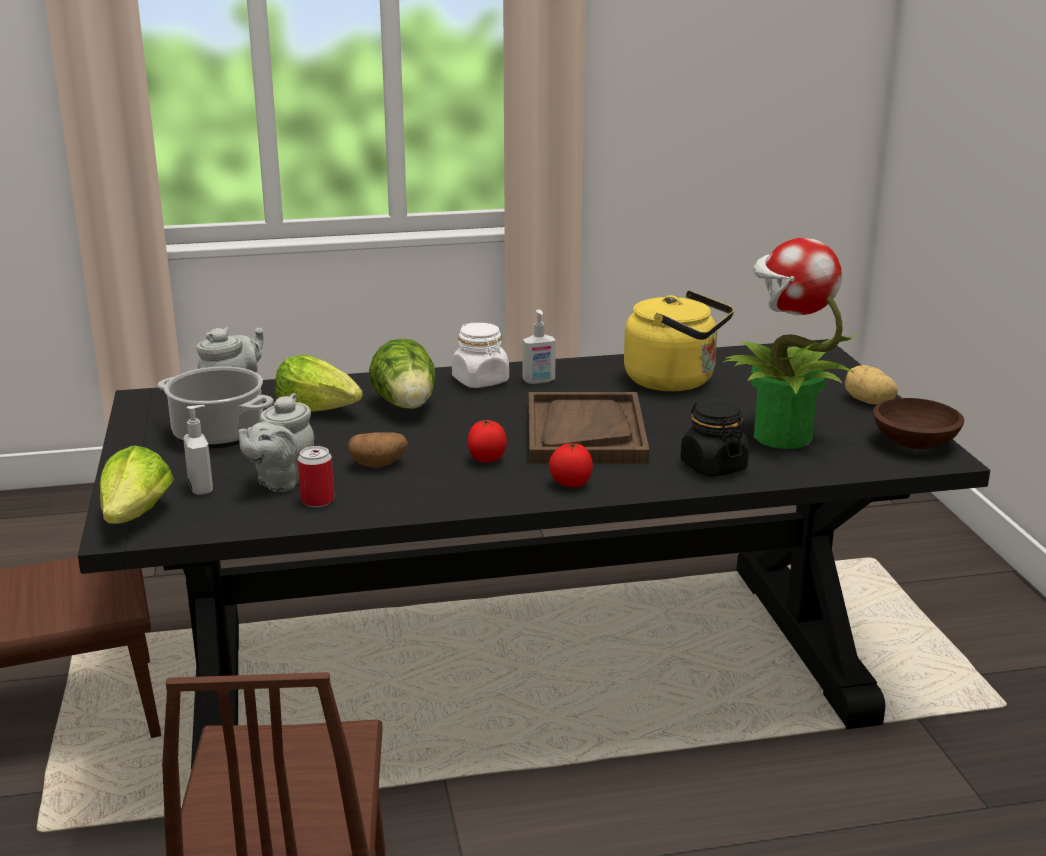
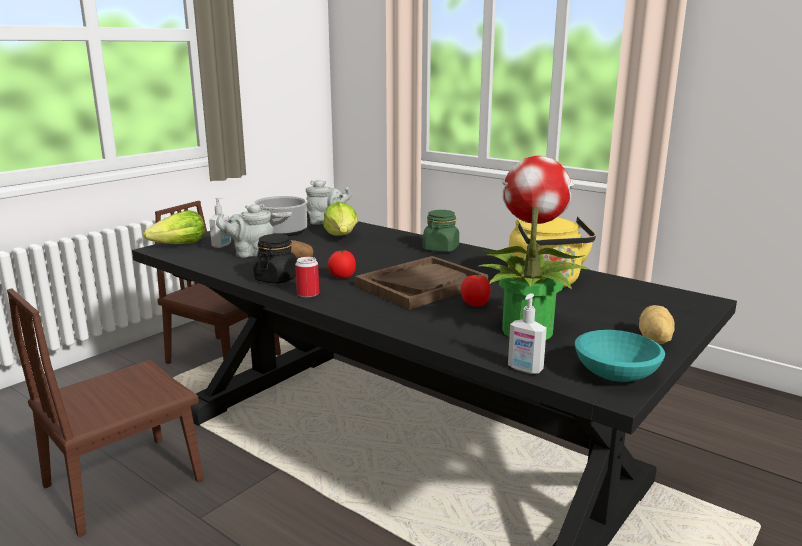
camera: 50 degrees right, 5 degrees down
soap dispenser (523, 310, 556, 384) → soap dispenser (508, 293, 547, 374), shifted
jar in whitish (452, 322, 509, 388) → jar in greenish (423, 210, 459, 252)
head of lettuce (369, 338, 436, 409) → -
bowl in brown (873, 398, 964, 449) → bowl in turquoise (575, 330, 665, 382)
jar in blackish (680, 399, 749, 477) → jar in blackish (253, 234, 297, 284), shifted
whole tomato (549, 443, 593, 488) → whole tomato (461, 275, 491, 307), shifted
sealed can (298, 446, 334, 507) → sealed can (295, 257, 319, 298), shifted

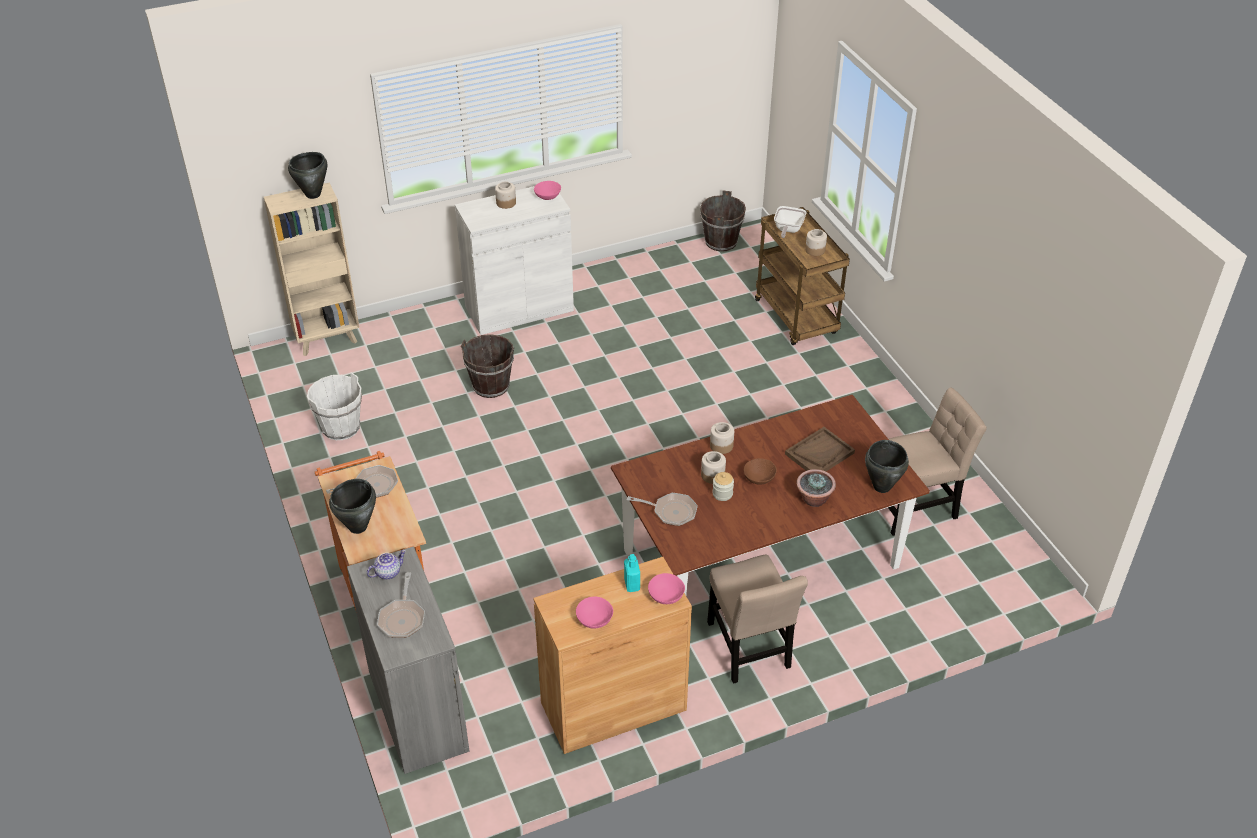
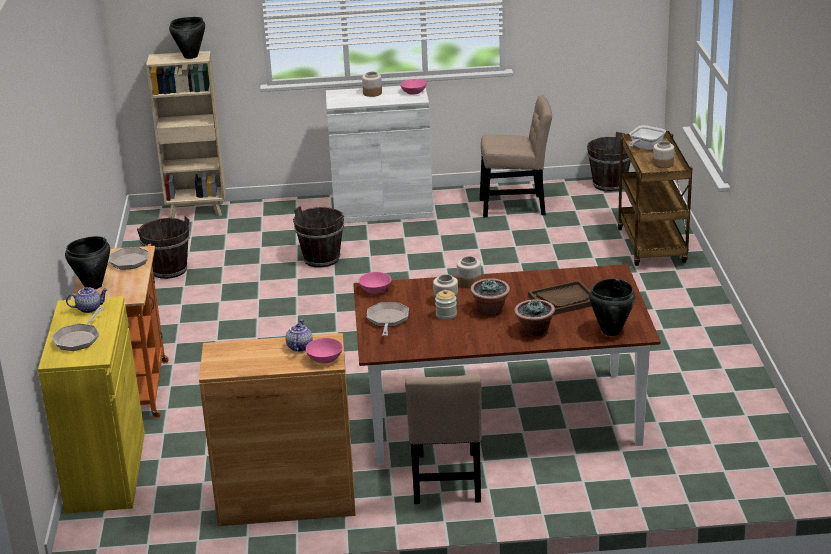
camera: 20 degrees right, 15 degrees down
bucket in whitish (307, 372, 362, 440) → bucket in brown (137, 216, 190, 279)
chair in beige-coloured (888, 388, 987, 536) → chair in beige-coloured (480, 95, 552, 217), shifted
bowl in brown (744, 458, 777, 485) → potted plant (470, 278, 510, 314)
skillet (627, 493, 698, 526) → skillet (367, 302, 409, 336), 120 degrees counterclockwise
cupboard in greyish (347, 546, 469, 774) → cupboard in yellowish (38, 296, 145, 514)
bottle in turquoise (624, 554, 640, 592) → teapot (286, 319, 313, 352)
bowl in pinkish (576, 596, 613, 628) → bowl in pinkish (359, 272, 392, 294), shifted

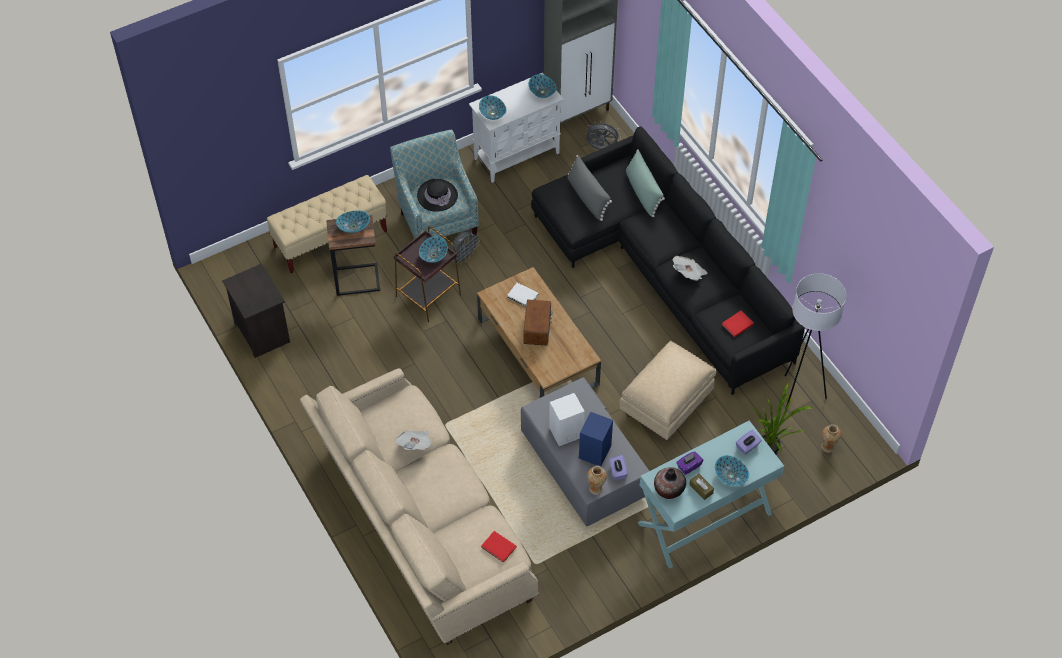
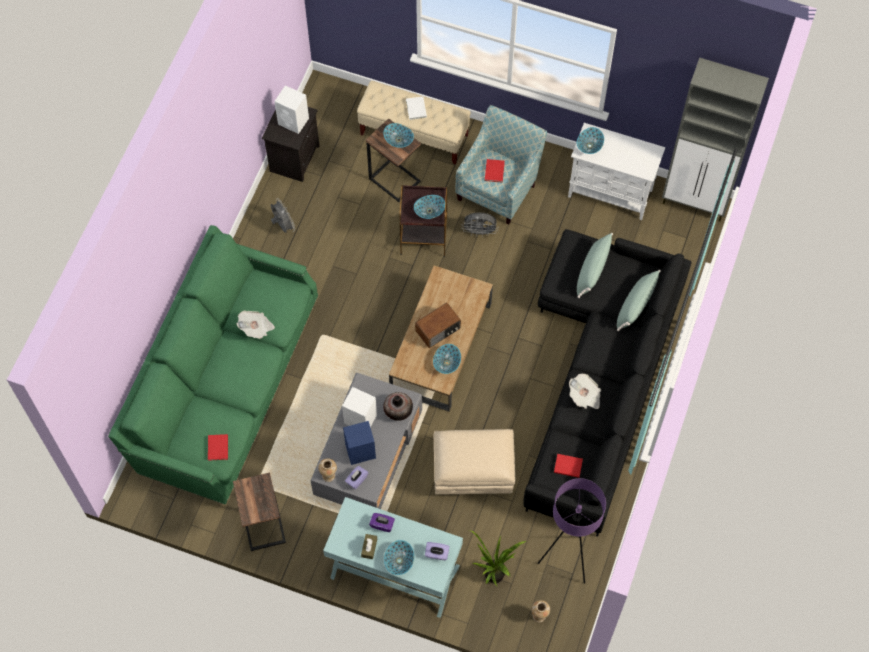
camera: 50 degrees right, 10 degrees up
bowl (529, 74, 557, 98) → bowl (433, 344, 461, 374), shifted
electric fan in greyish (585, 121, 621, 150) → electric fan in greyish (271, 198, 295, 233), shifted
pillow in greyish (568, 155, 612, 221) → pillow in greenish (577, 233, 613, 298)
hat in blackish (417, 179, 458, 212) → volume in reddish (485, 159, 505, 183)
standard lamp in whitish (785, 273, 846, 409) → standard lamp in purple (538, 478, 606, 584)
volume in whitish (507, 283, 539, 307) → volume in whitish (406, 96, 427, 120), shifted
settee in beige-coloured (300, 368, 538, 645) → settee in greenish (108, 225, 318, 505)
decorative vase (654, 467, 686, 499) → decorative vase (383, 392, 413, 421), shifted
- → audio speaker in whitish (274, 85, 309, 134)
- → end table (233, 473, 286, 551)

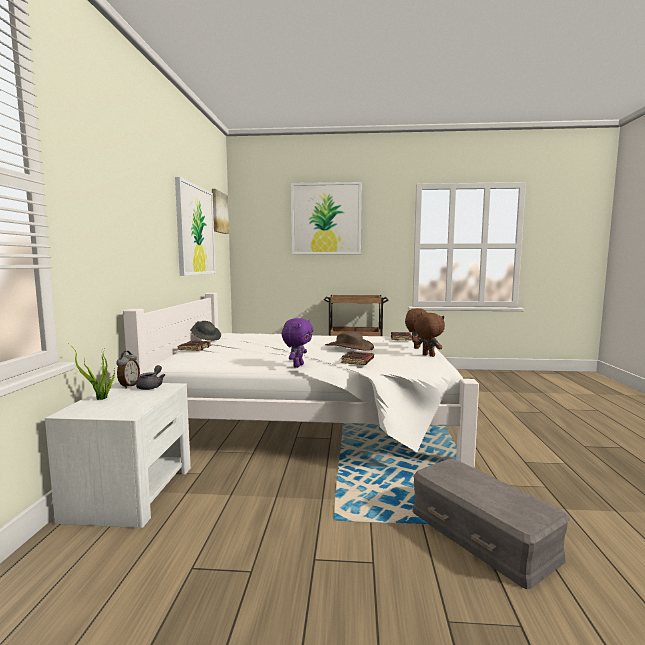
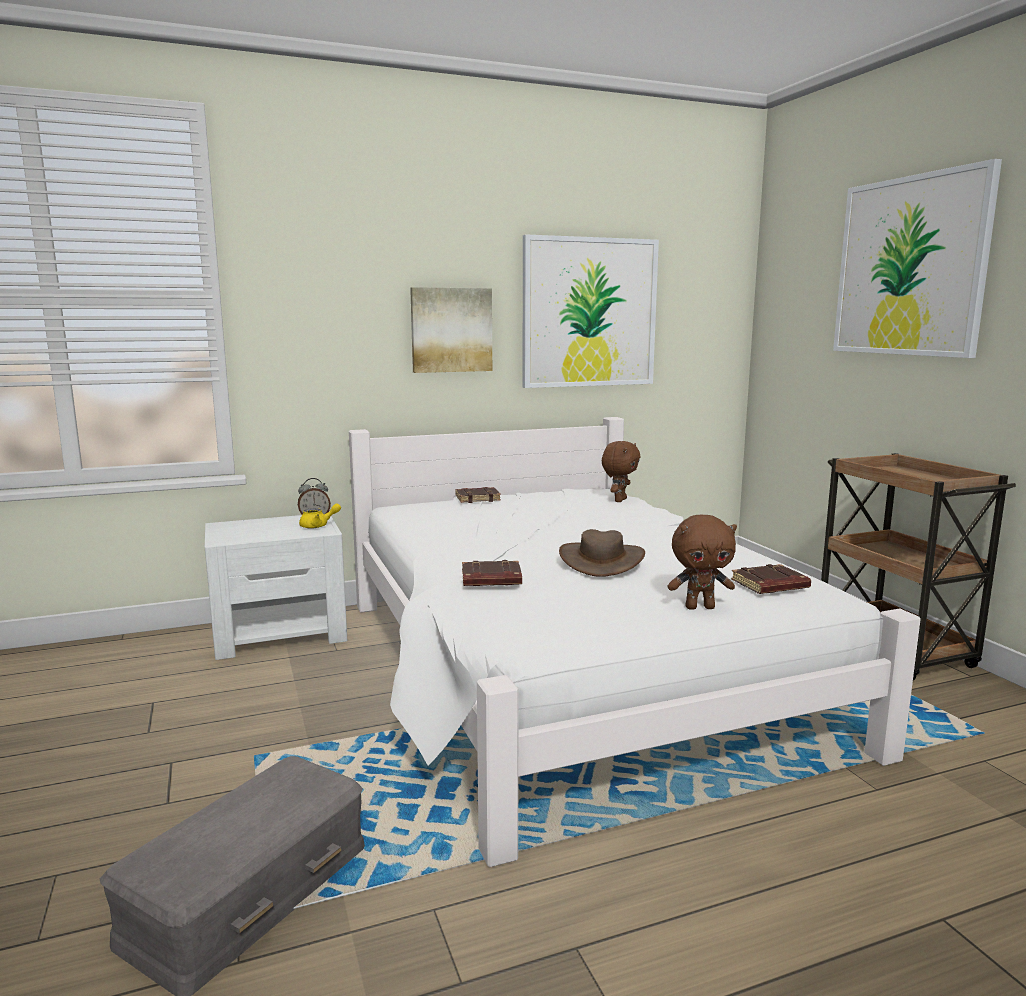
camera: 65 degrees right, 5 degrees up
picture (212, 189, 229, 234) → picture (410, 287, 492, 373), shifted
cuddly toy in brown (414, 313, 445, 357) → cuddly toy in brown (602, 441, 640, 502), shifted
cuddly toy in purple (282, 318, 313, 368) → -
hat in greyish (190, 321, 221, 341) → -
potted plant (69, 344, 115, 400) → -
teapot in greyish (136, 365, 165, 390) → teapot in yellowish (299, 503, 341, 529)

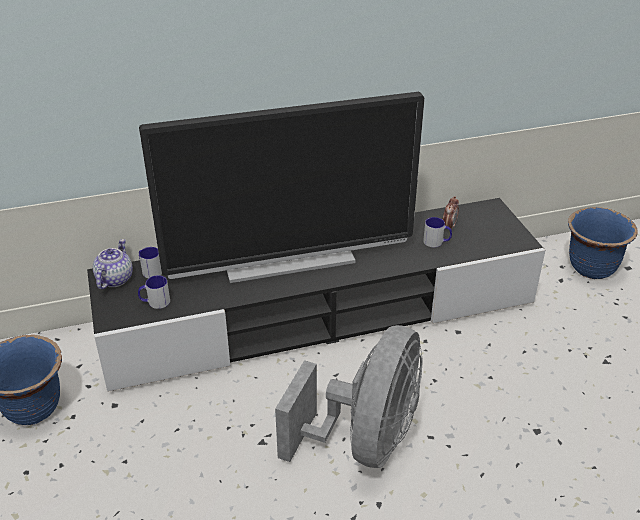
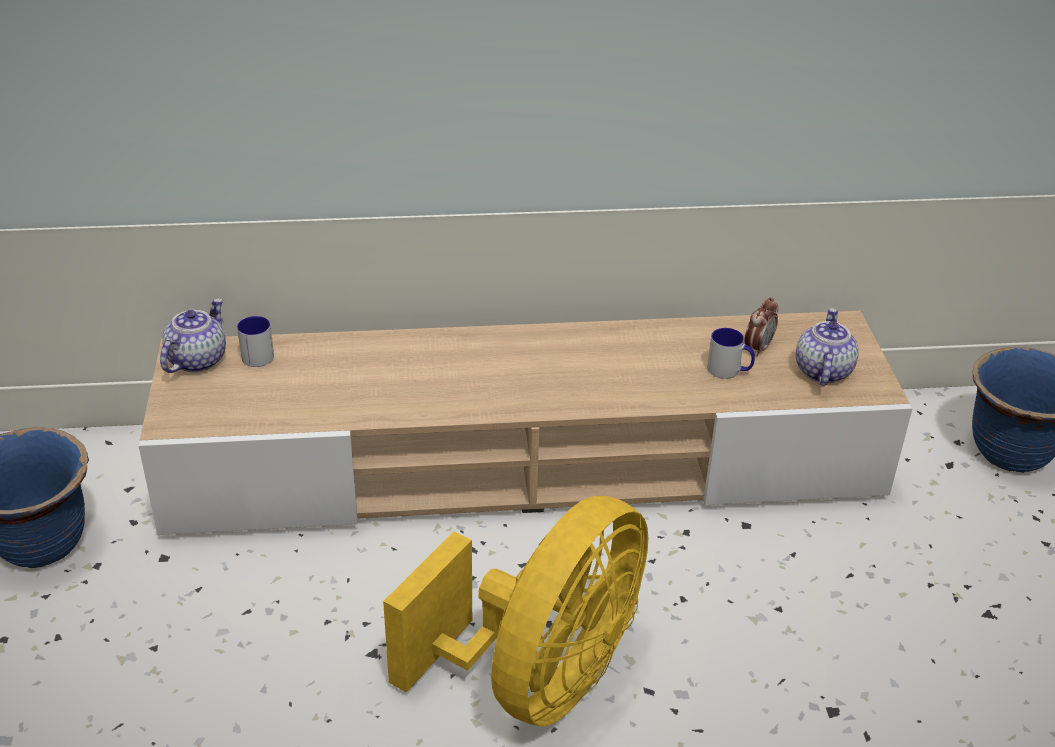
camera: 10 degrees right, 0 degrees up
TV (139, 92, 425, 283) → -
tv stand in blackish (87, 198, 546, 392) → tv stand in beige-coloured (139, 311, 913, 535)
coffee mug (138, 275, 170, 309) → -
electric fan in greyish (275, 325, 423, 468) → electric fan in yellowish (383, 496, 648, 727)
- → teapot (796, 308, 859, 386)

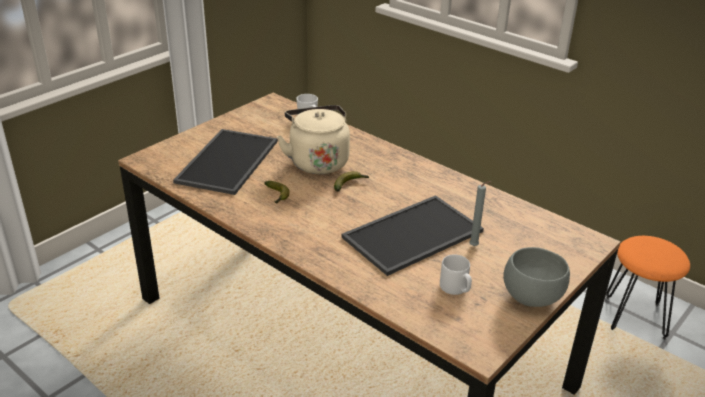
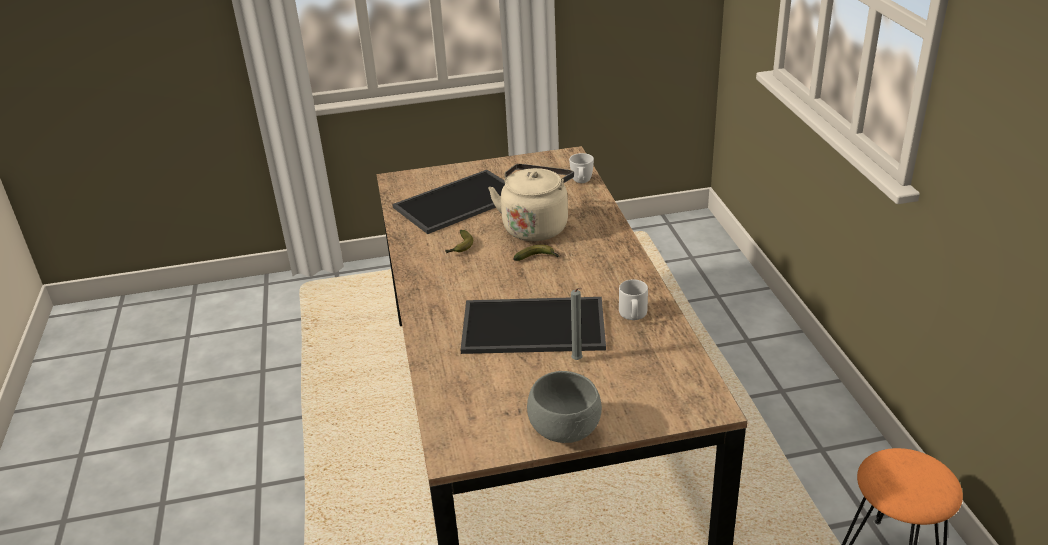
camera: 40 degrees right, 0 degrees up
coffee mug in greyish (440, 254, 472, 295) → coffee mug in greyish (619, 279, 648, 320), shifted

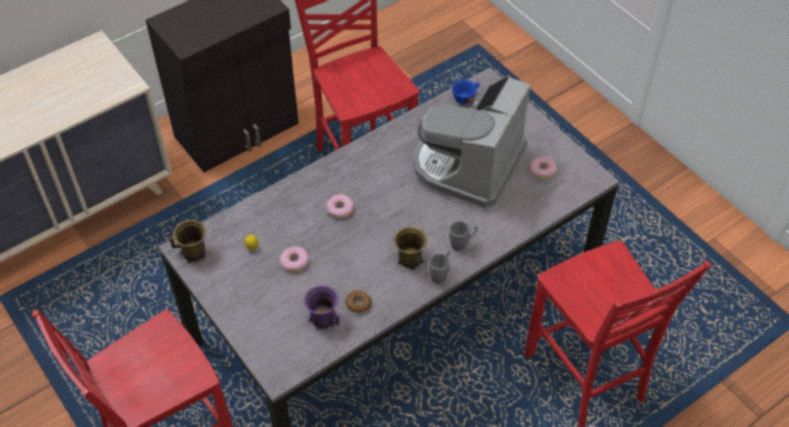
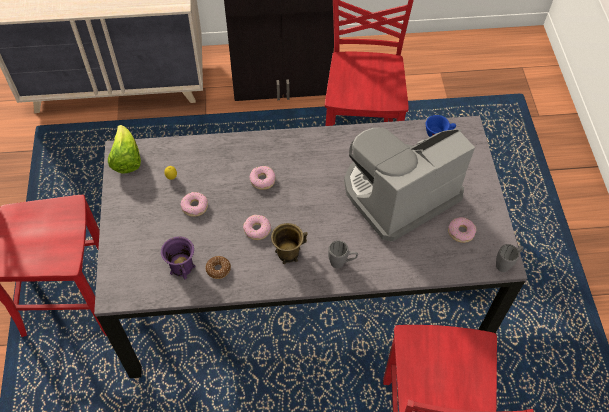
camera: 30 degrees right, 5 degrees up
coffee mug in brown (168, 220, 206, 263) → head of lettuce (108, 125, 141, 174)
coffee mug in greyish (429, 250, 450, 284) → coffee mug in greyish (496, 244, 524, 272), shifted
- → donut (243, 215, 271, 240)

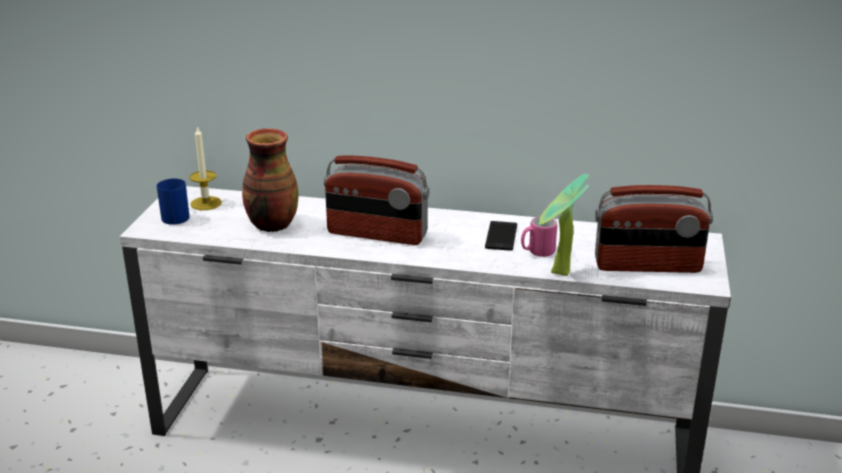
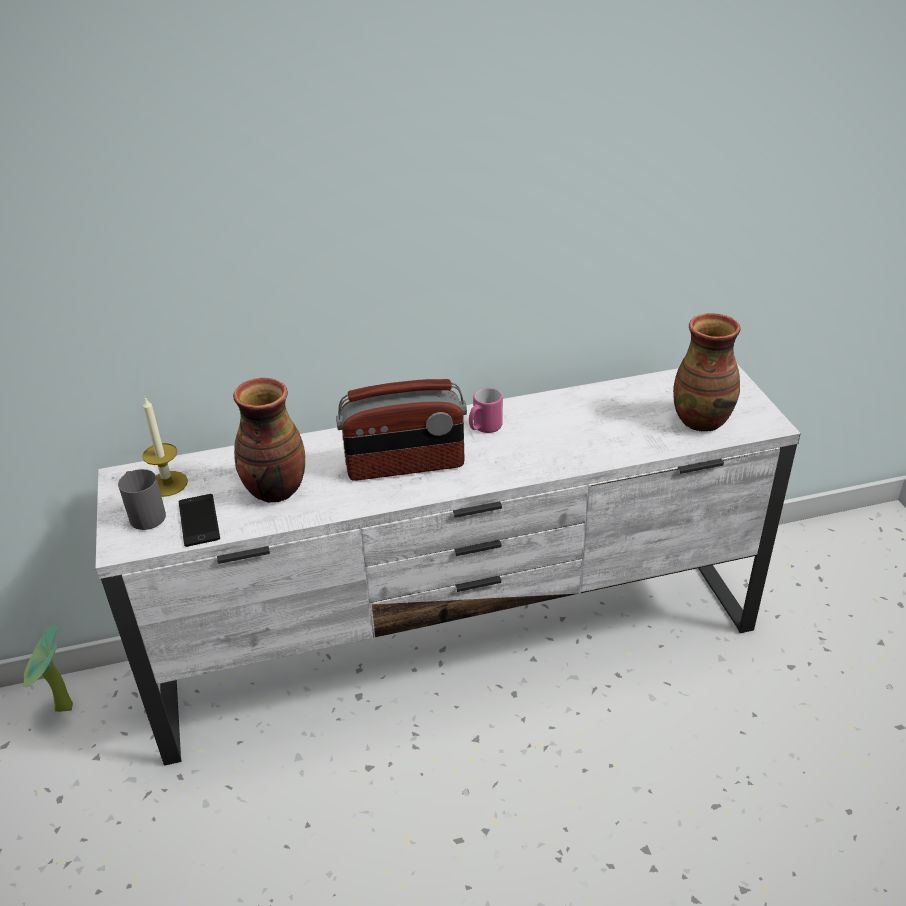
camera: 25 degrees left, 10 degrees up
potted plant (538, 174, 589, 276) → potted plant (23, 625, 73, 712), shifted
coffee mug in blue (156, 179, 190, 225) → coffee mug in greyish (118, 469, 166, 530)
radio receiver (595, 185, 713, 273) → decorative vase (673, 313, 740, 432)
coffee mug in pinkish (521, 216, 557, 257) → coffee mug in pinkish (469, 388, 503, 433), shifted
phone (485, 221, 517, 251) → phone (179, 494, 220, 547), shifted

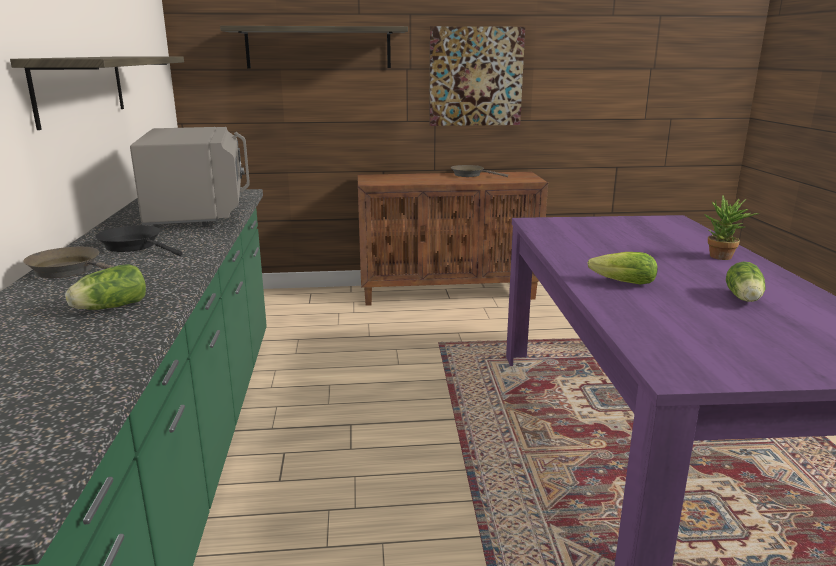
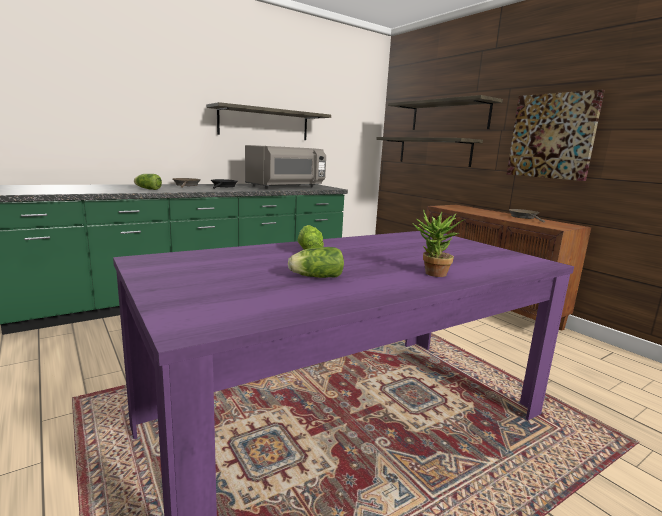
camera: 60 degrees right, 5 degrees down
- → bracket shelf (376, 137, 483, 167)

